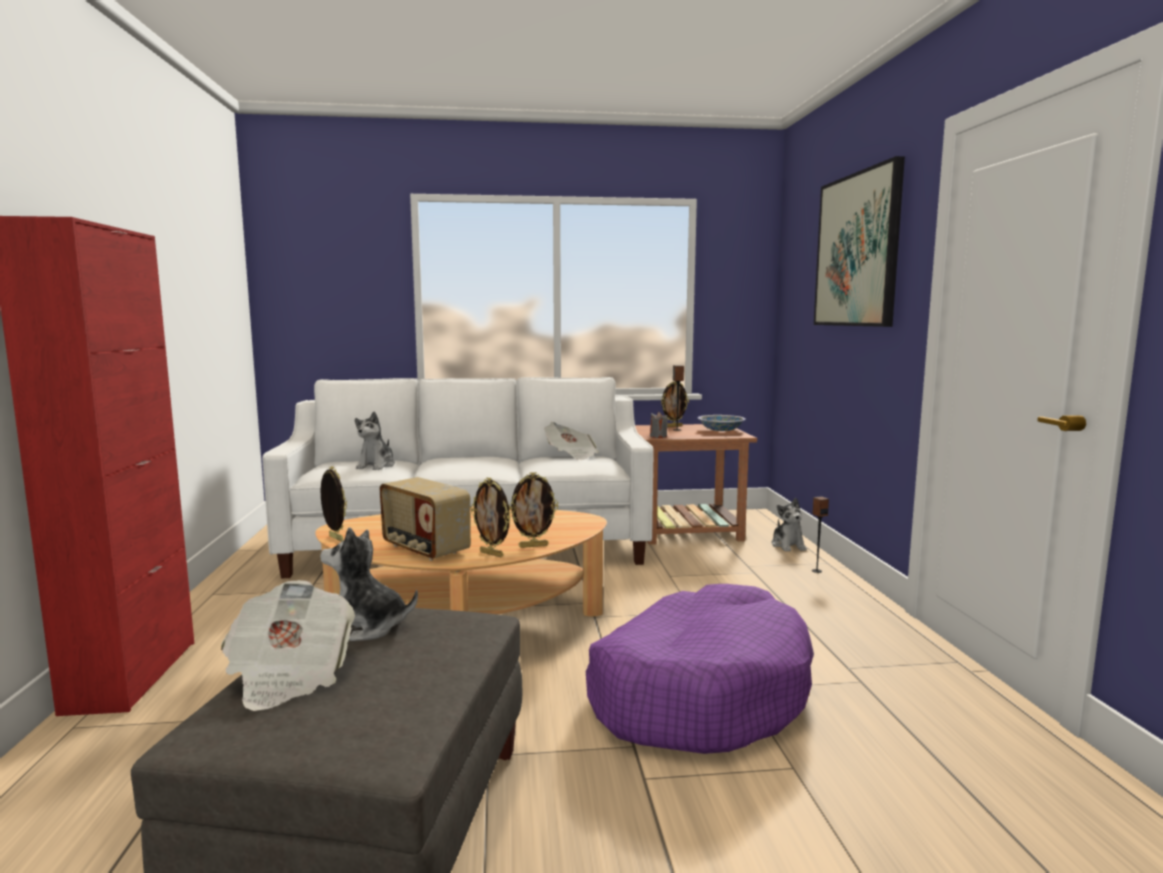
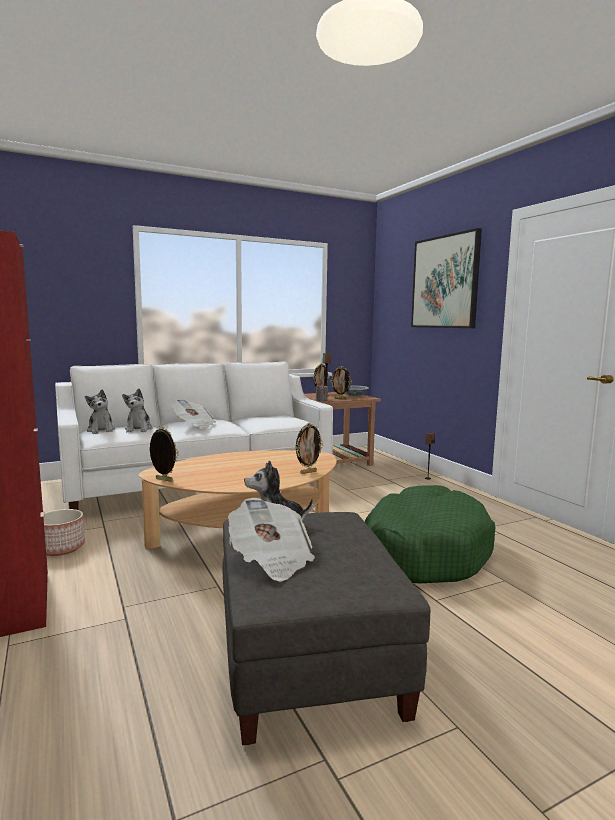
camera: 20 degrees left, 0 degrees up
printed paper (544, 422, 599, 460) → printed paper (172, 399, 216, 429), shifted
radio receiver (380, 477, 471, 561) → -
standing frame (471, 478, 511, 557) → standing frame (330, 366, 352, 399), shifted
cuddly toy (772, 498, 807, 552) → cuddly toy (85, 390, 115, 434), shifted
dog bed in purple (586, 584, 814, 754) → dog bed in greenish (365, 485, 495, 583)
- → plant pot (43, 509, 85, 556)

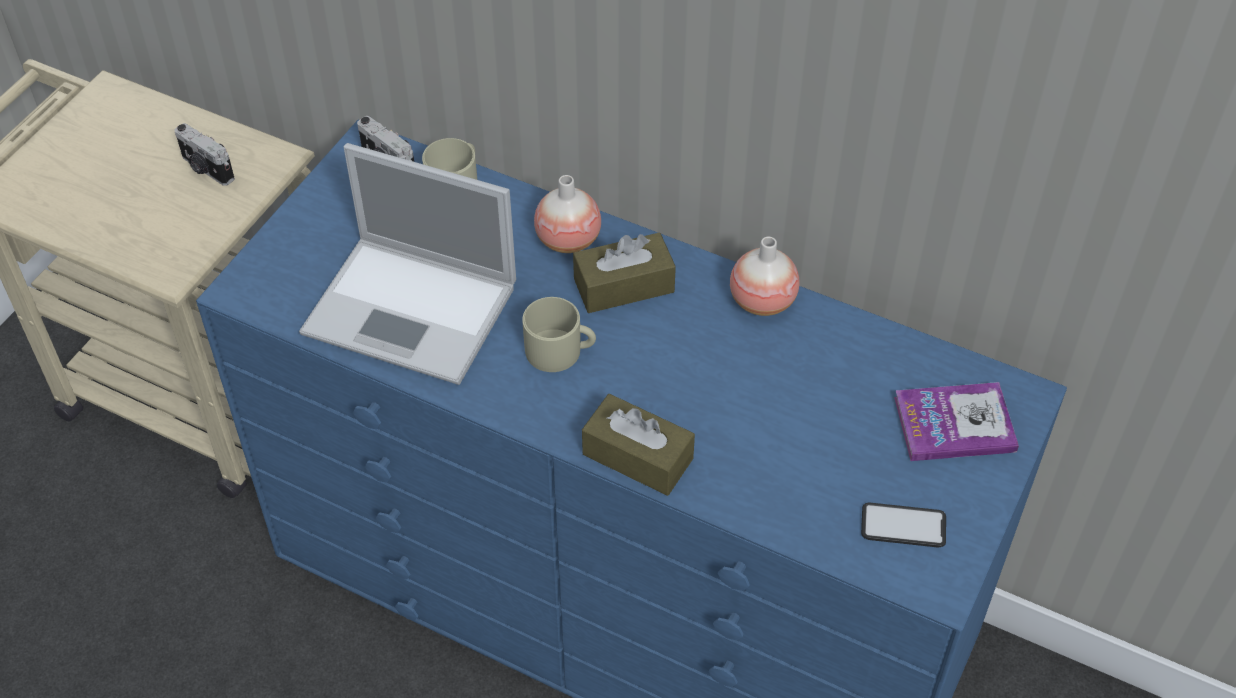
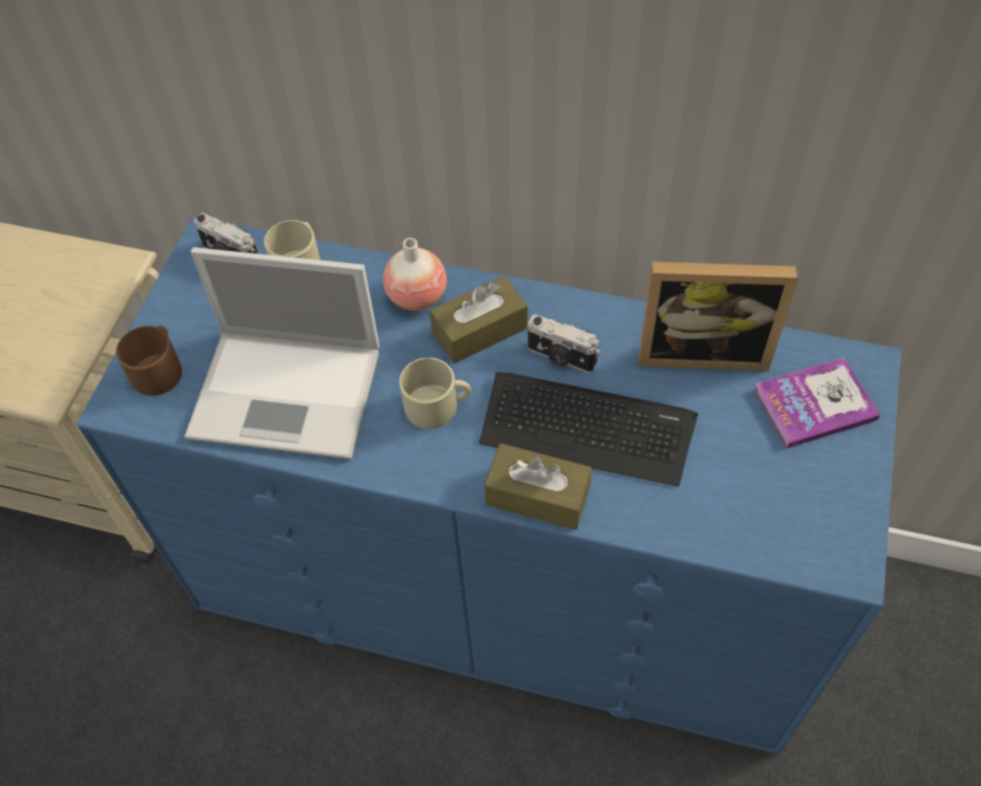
camera: 10 degrees left, 5 degrees up
photo camera (174, 123, 235, 186) → photo camera (526, 314, 600, 373), shifted
decorative vase (730, 236, 799, 316) → -
phone (861, 502, 946, 547) → -
- → standing frame (639, 262, 799, 371)
- → coffee mug in brown (116, 326, 182, 396)
- → keyboard (479, 372, 698, 487)

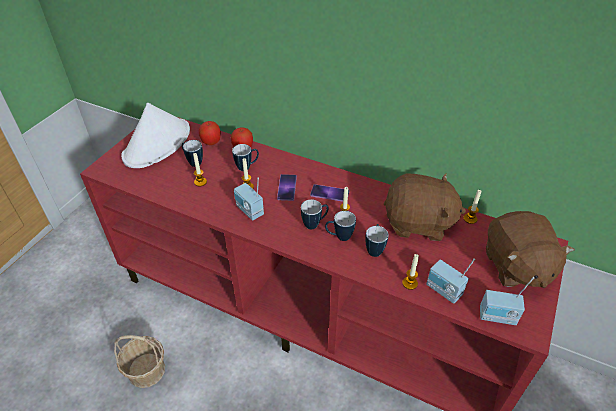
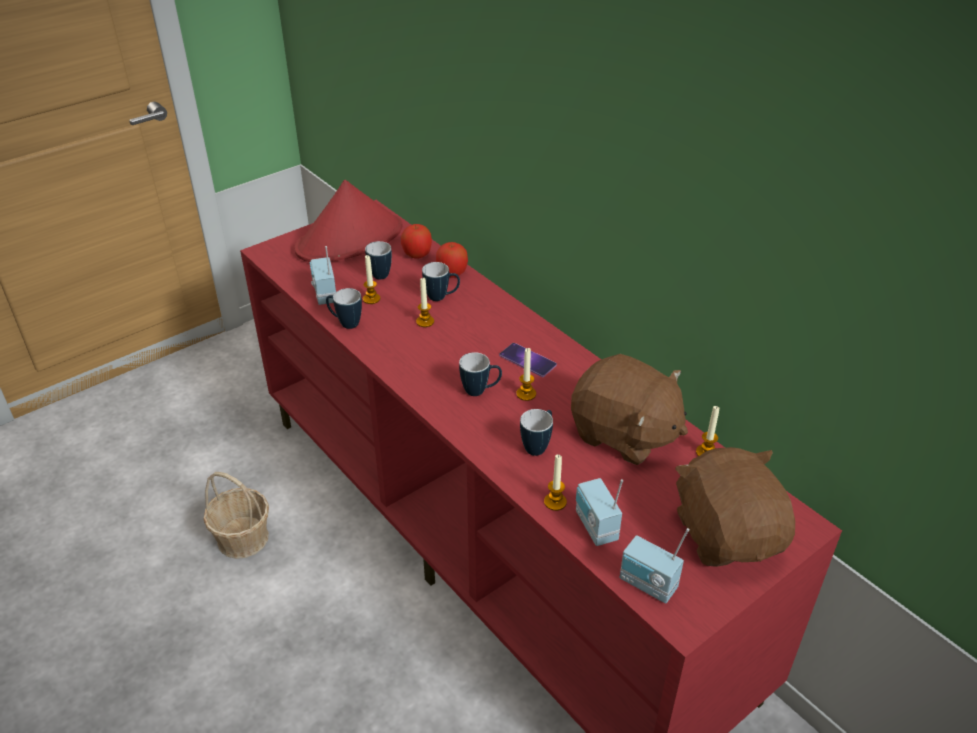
camera: 25 degrees right, 5 degrees down
hat in whitish (121, 103, 190, 168) → hat in reddish (294, 180, 402, 262)
phone (277, 174, 297, 201) → -
radio receiver (234, 177, 264, 221) → radio receiver (310, 246, 336, 305), shifted
coffee mug (325, 211, 356, 241) → coffee mug (326, 288, 362, 329), shifted
cuddly toy in brown (486, 211, 575, 288) → cuddly toy in brown (675, 447, 795, 567), 150 degrees clockwise

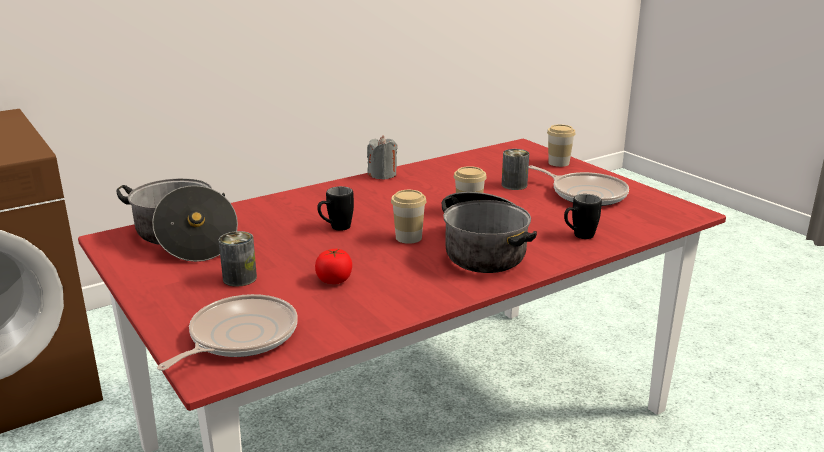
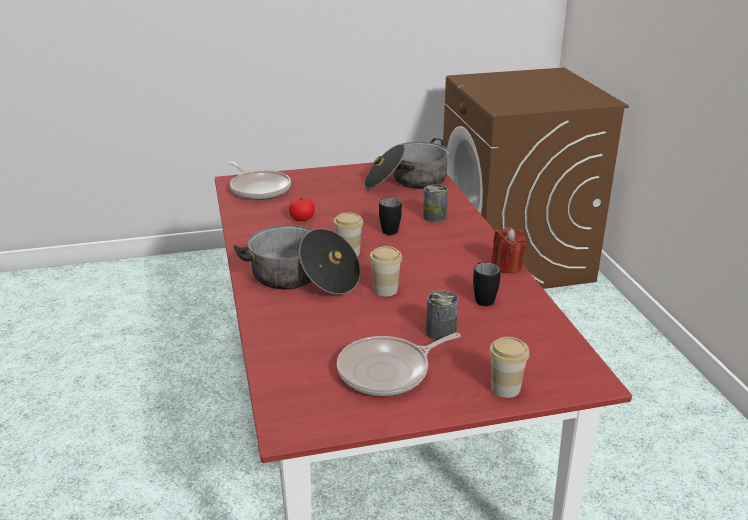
camera: 110 degrees right, 5 degrees up
wax light in greyish (367, 135, 397, 180) → wax light in reddish (491, 228, 527, 273)
coffee mug in blackish (564, 194, 602, 239) → coffee mug in blackish (473, 262, 501, 306), shifted
sealed can (219, 231, 257, 287) → sealed can (423, 184, 448, 223), shifted

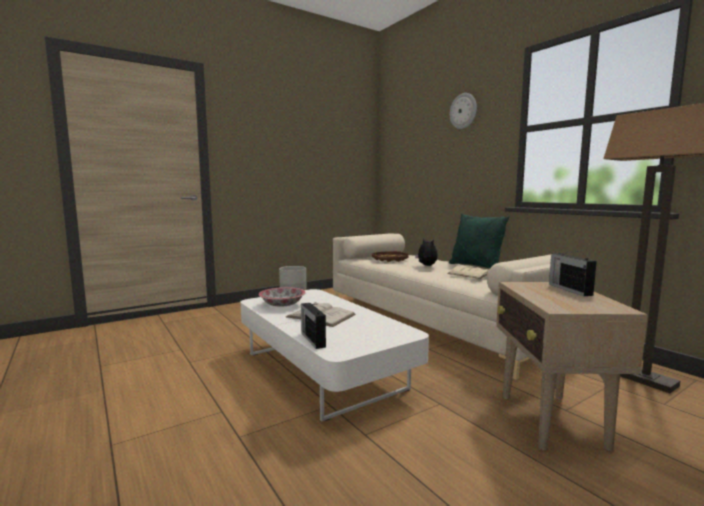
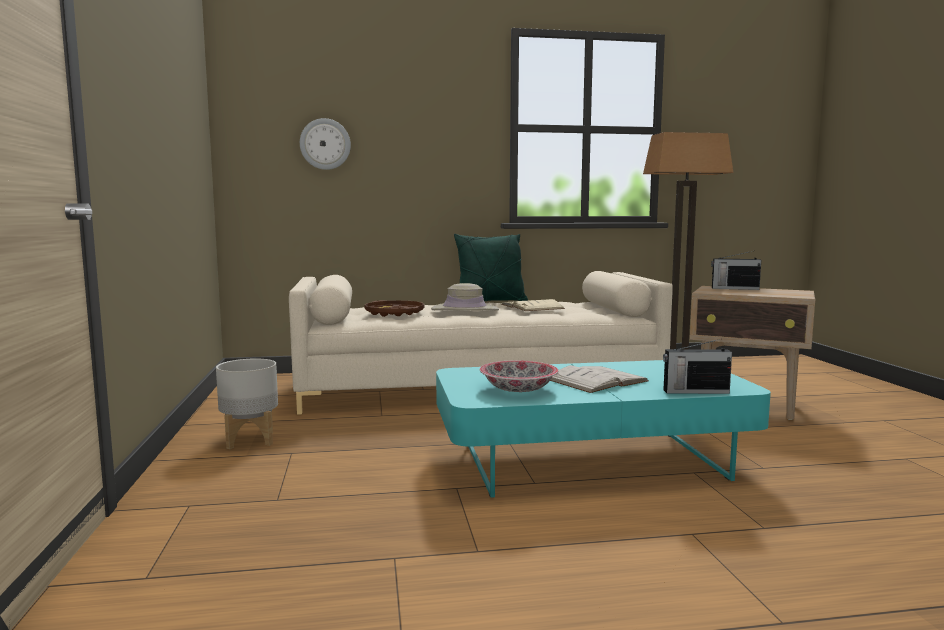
camera: 65 degrees left, 0 degrees up
wall clock (450, 93, 477, 129) → wall clock (300, 118, 351, 170), shifted
cuddly toy (415, 239, 438, 266) → hat in beige-coloured (431, 283, 499, 310)
lounge table in whitish (241, 289, 429, 422) → lounge table in turquoise (436, 360, 771, 498)

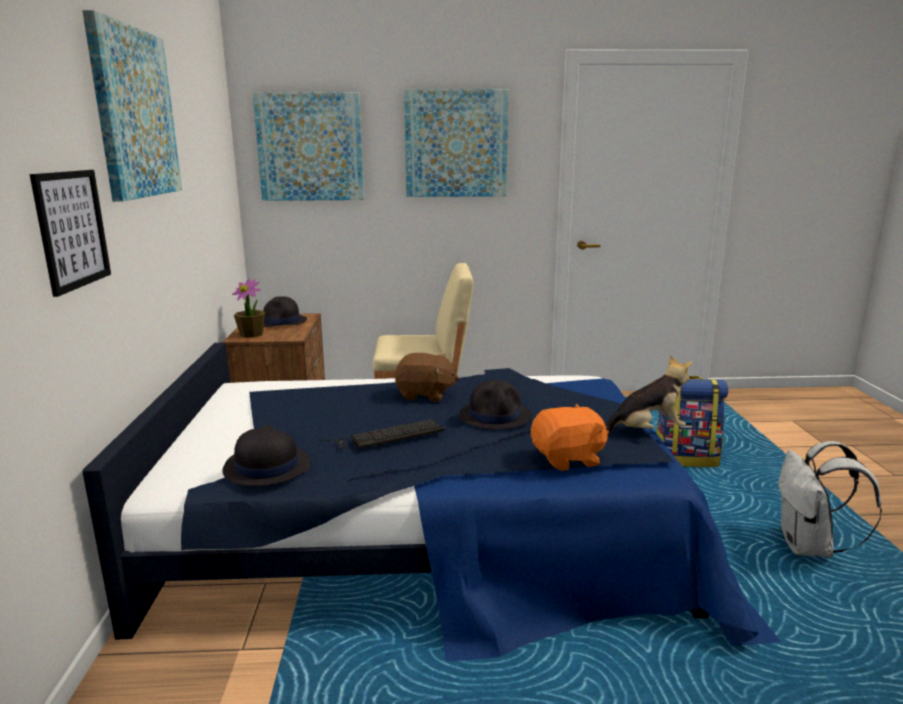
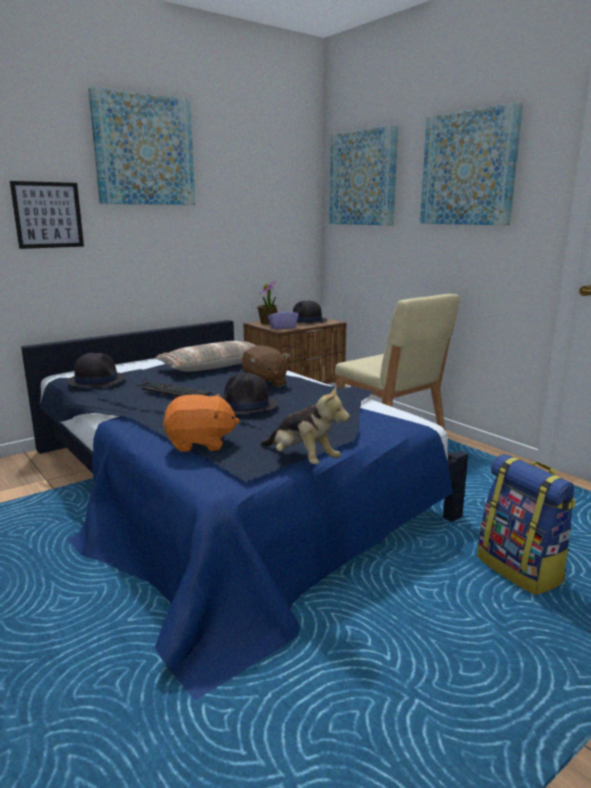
camera: 55 degrees right, 0 degrees up
cuddly toy in orangey (531, 403, 609, 471) → cuddly toy in orangey (163, 394, 240, 452), 45 degrees counterclockwise
knapsack in whitish (778, 441, 882, 558) → -
- → box of tissues in purple (268, 305, 298, 329)
- → pillow (155, 341, 257, 372)

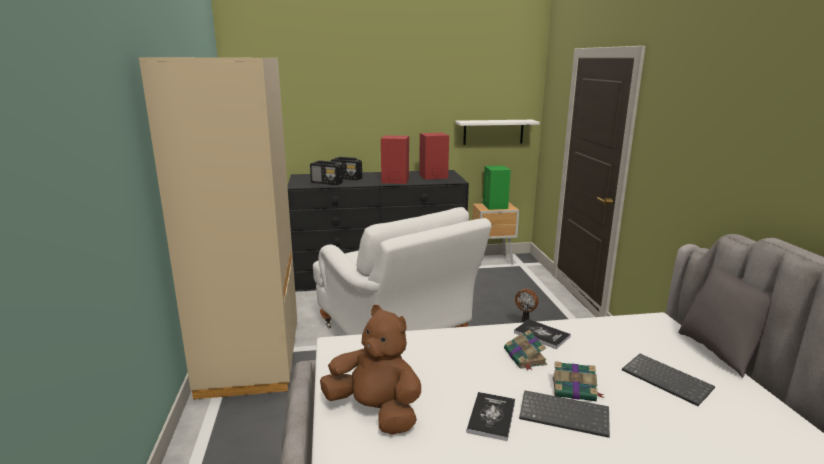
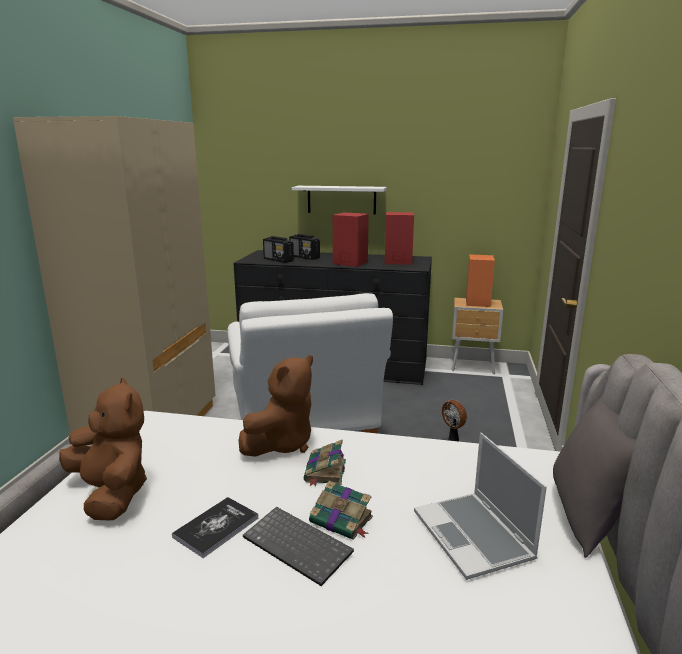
camera: 20 degrees right, 0 degrees up
bracket shelf in whitish (455, 120, 540, 145) → bracket shelf in whitish (292, 186, 387, 215), shifted
audio speaker in greenish (483, 165, 511, 210) → audio speaker in orangey (466, 254, 495, 307)
volume (514, 319, 571, 349) → -
keyboard (622, 354, 715, 406) → notebook computer (414, 433, 547, 580)
- → cuddly toy in brown (238, 355, 313, 457)

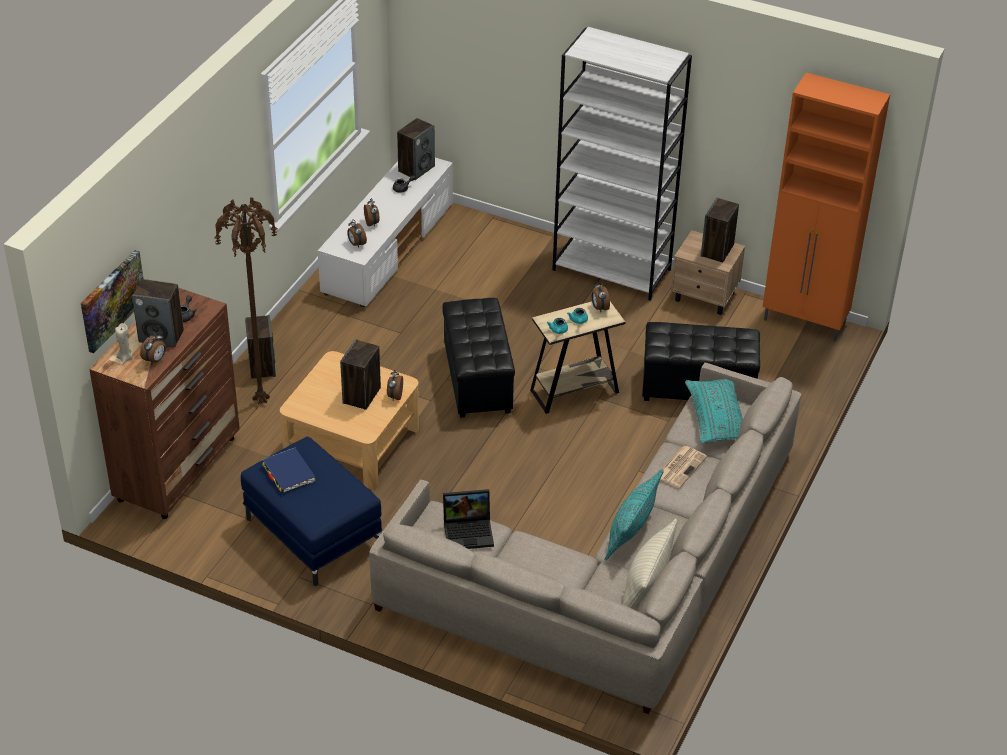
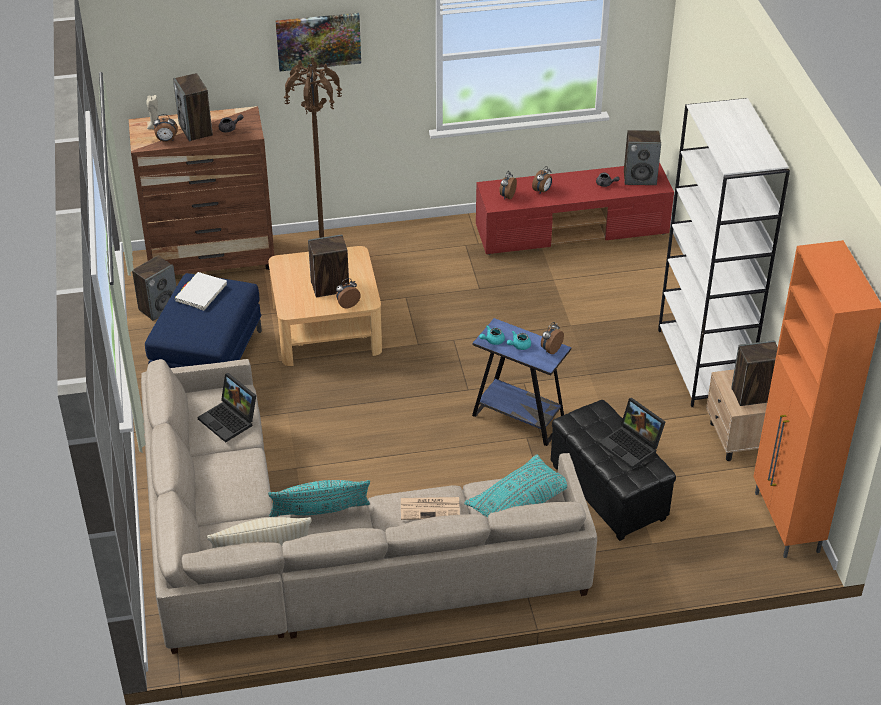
camera: 55 degrees right, 0 degrees up
tv stand in whitish (318, 158, 453, 307) → tv stand in reddish (476, 162, 674, 255)
picture (81, 250, 143, 353) → picture (275, 13, 361, 71), shifted
pouffe in blackish (442, 298, 515, 418) → -
end table in beige-coloured (530, 301, 625, 414) → end table in blue (472, 318, 571, 446)
audio speaker (245, 315, 276, 379) → audio speaker (132, 256, 176, 321), shifted
volume in blue (262, 448, 316, 493) → volume in whitish (175, 272, 227, 311)
- → notebook computer (599, 398, 665, 469)

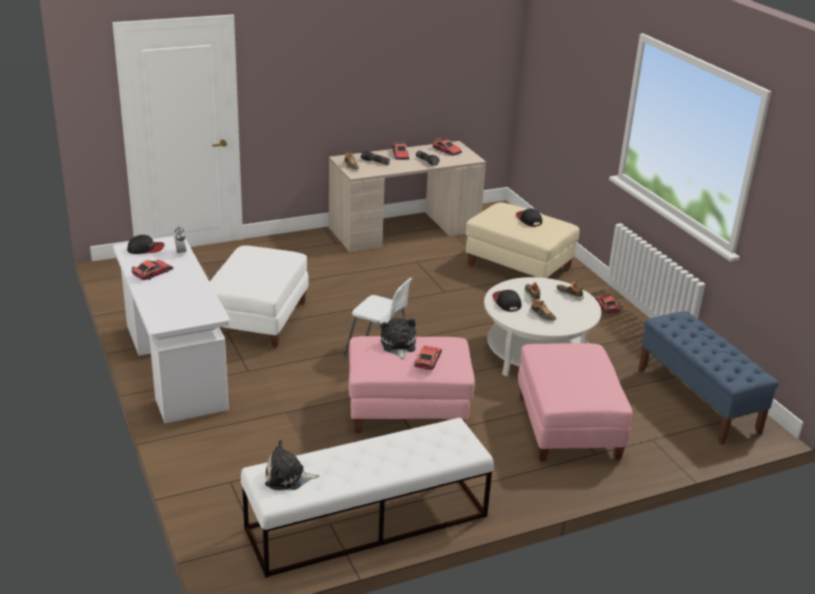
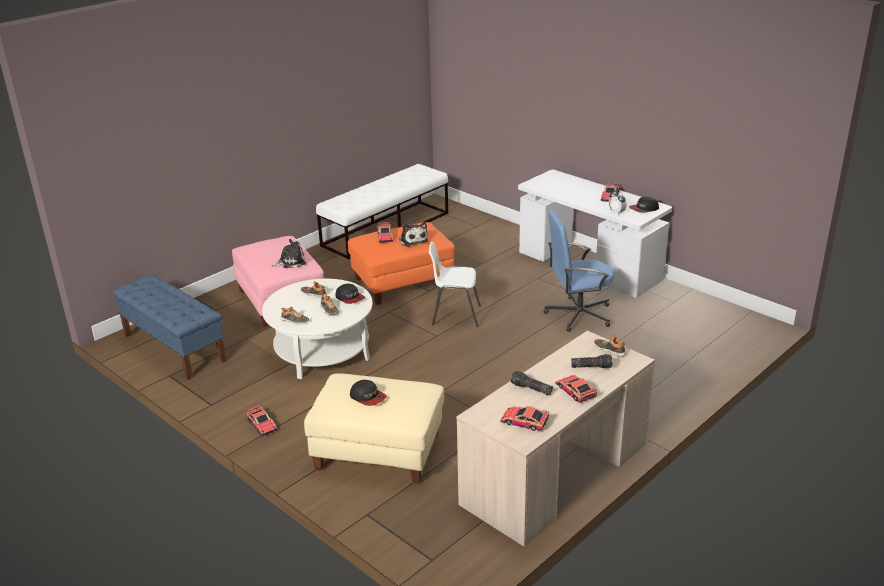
camera: 160 degrees right, 0 degrees up
pouffe in whitish (210, 245, 309, 348) → office chair in blue (544, 210, 614, 332)
pouffe in pinkish (349, 336, 475, 433) → pouffe in orangey (348, 222, 455, 305)
cuddly toy (265, 440, 319, 490) → cuddly toy (272, 239, 306, 268), shifted

